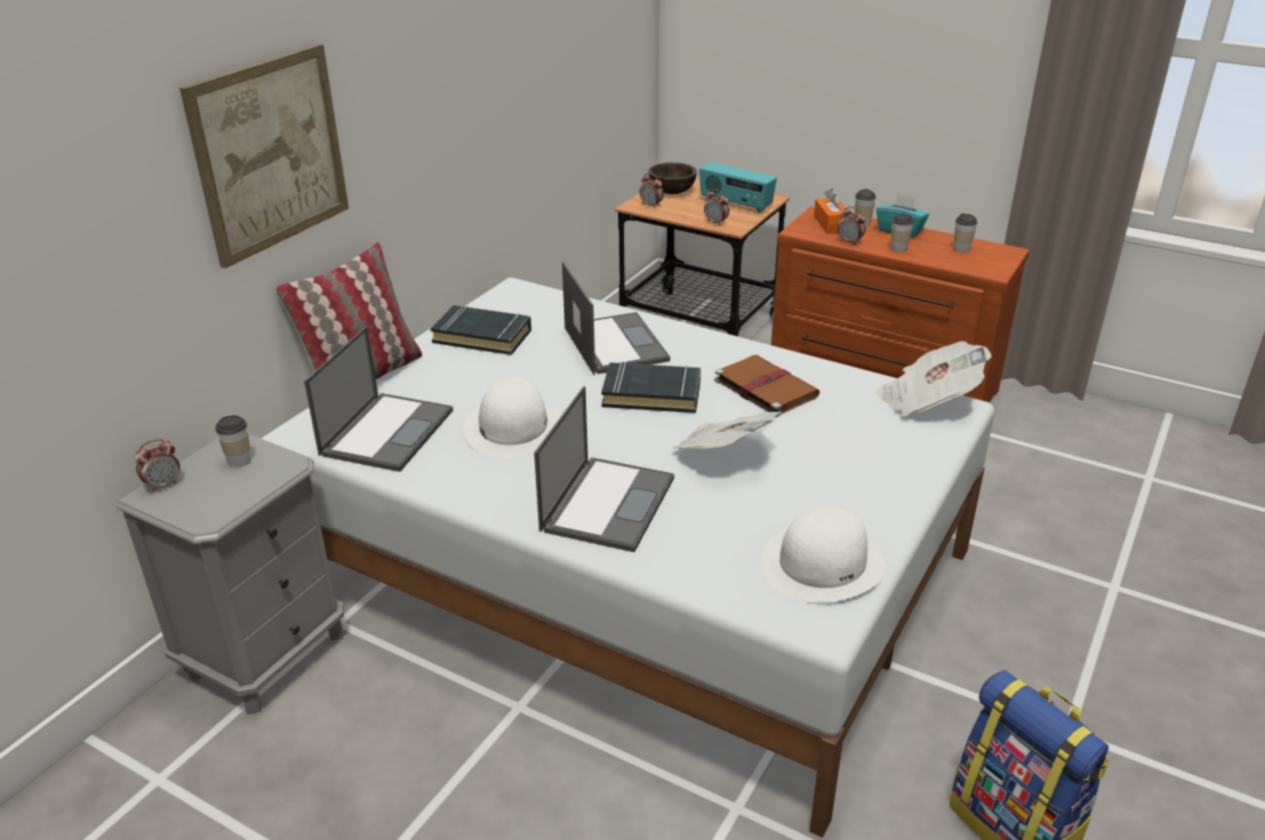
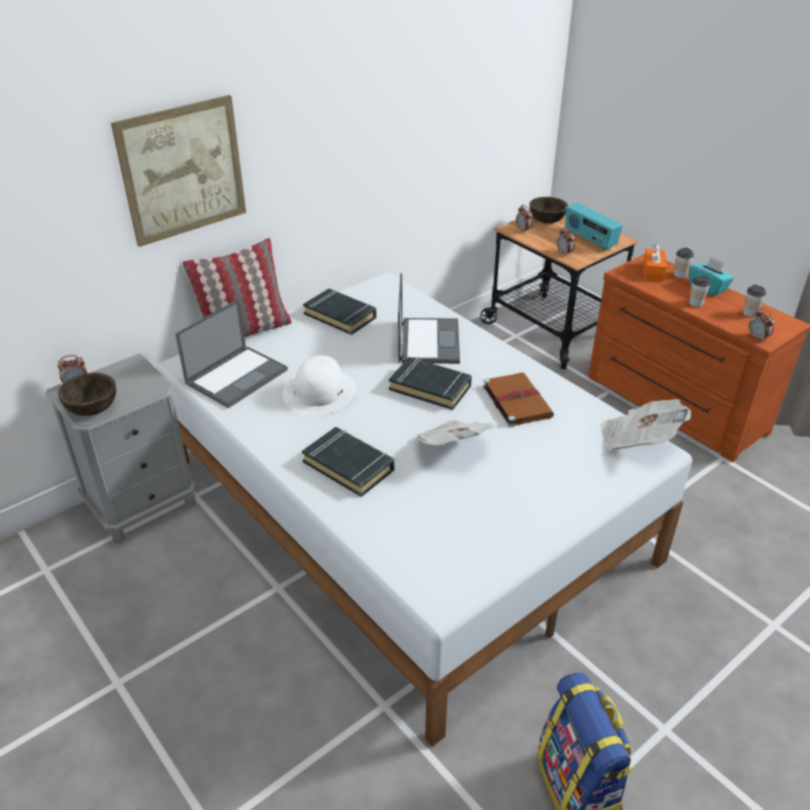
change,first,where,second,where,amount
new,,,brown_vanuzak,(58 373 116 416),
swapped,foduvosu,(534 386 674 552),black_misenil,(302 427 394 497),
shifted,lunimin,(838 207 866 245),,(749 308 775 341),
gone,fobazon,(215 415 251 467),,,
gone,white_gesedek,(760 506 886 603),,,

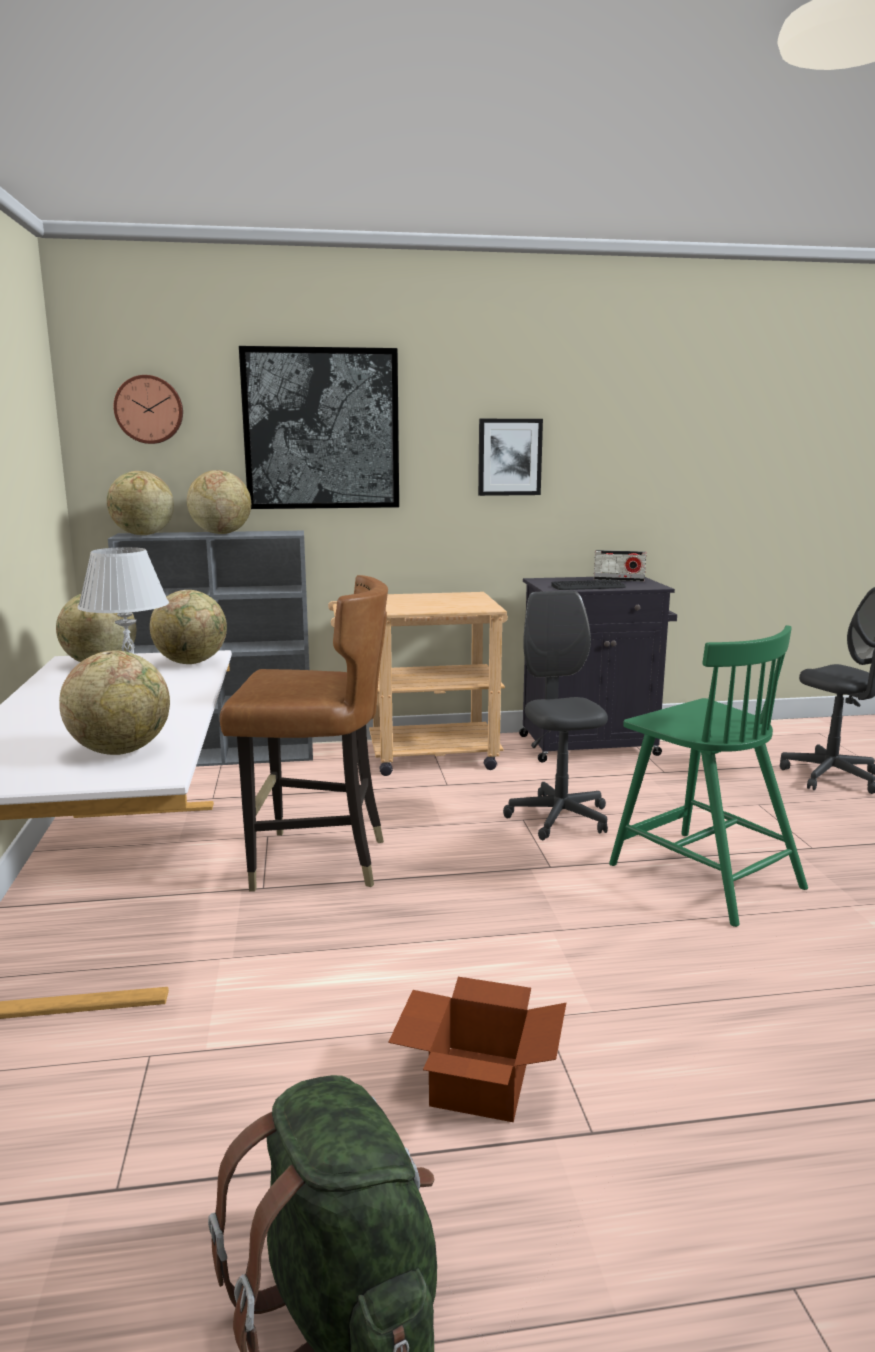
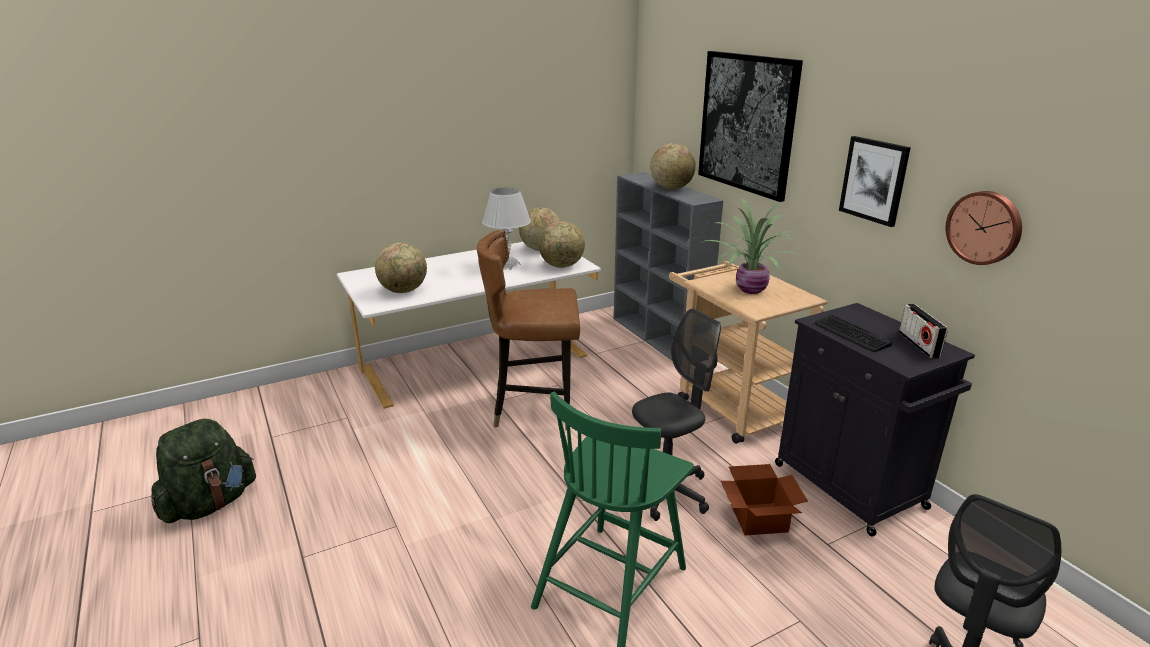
change,first,where,second,where,amount
rotated,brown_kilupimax,(220 575 388 891),,(477 230 580 430),105 degrees clockwise
new,,,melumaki,(702 199 801 294),
shifted,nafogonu,(388 977 566 1122),,(721 464 808 536),
shifted,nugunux,(114 375 183 444),,(946 191 1022 265),
gone,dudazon,(107 471 174 535),,,

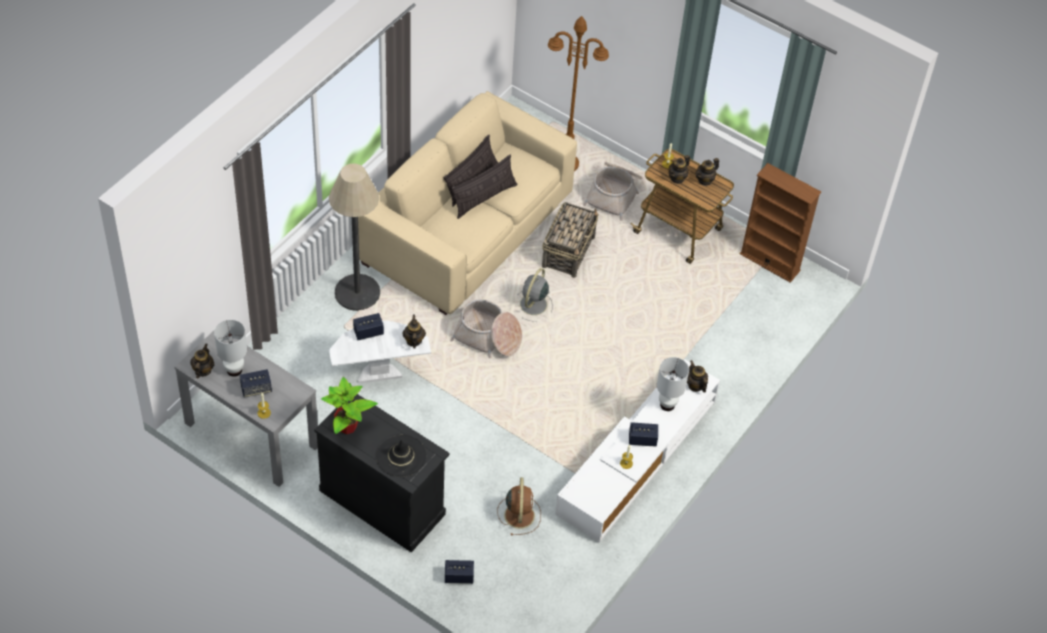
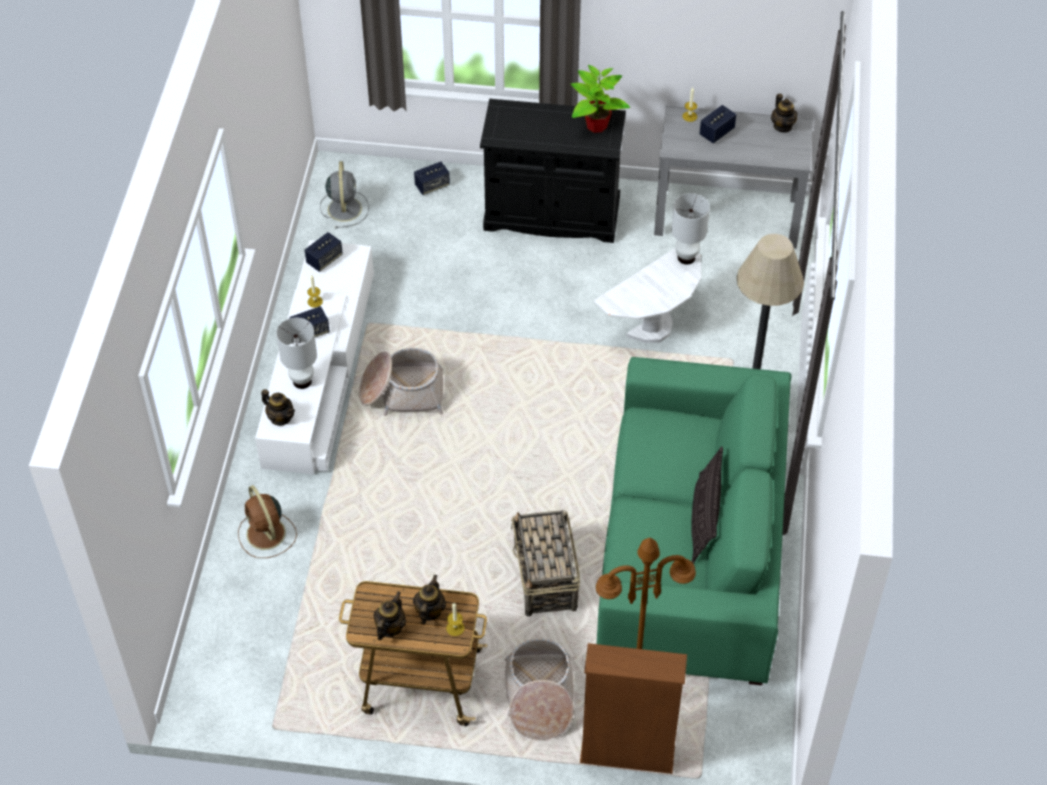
change,first,where,second,where,amount
shifted,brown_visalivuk,(497 477 541 536),,(238 485 297 558),
shifted,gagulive,(353 313 384 340),,(305 232 343 272),
shifted,grey_visalivuk,(519 268 553 322),,(320 161 369 229),
shifted,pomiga,(450 300 522 358),,(359 348 443 416),
shifted,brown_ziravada,(739 163 821 283),,(580 643 687 774),
repainted,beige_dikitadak,(358 91 577 315),green_dikitadak,(597 357 791 685),
shifted,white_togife,(214 320 247 377),,(672 193 710 265),
gone,black_gesedek,(375 434 427 477),,,
gone,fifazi,(402 315 426 348),,,
gone,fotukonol,(451 154 518 219),,,

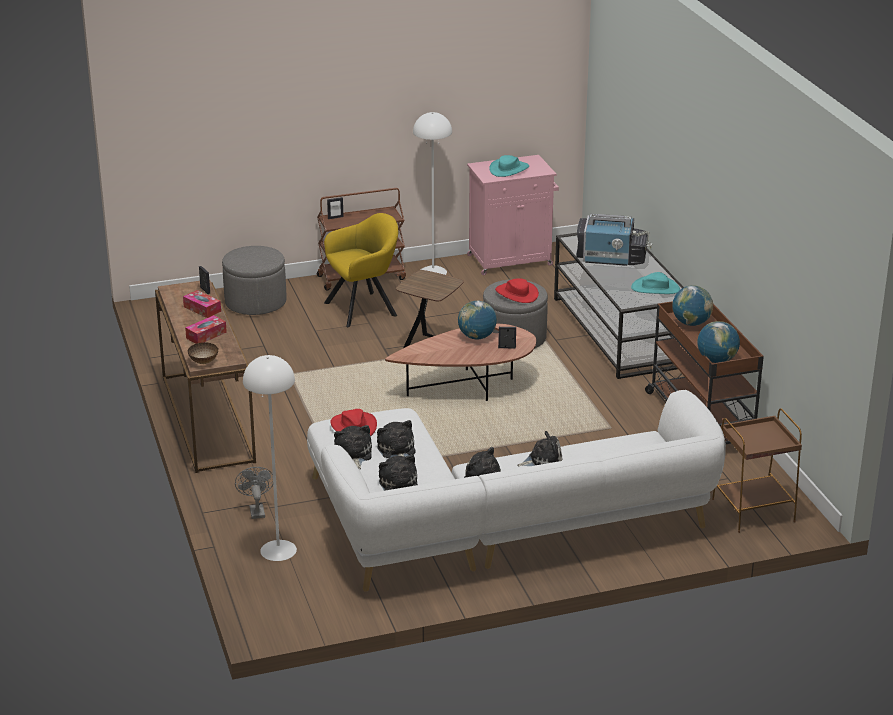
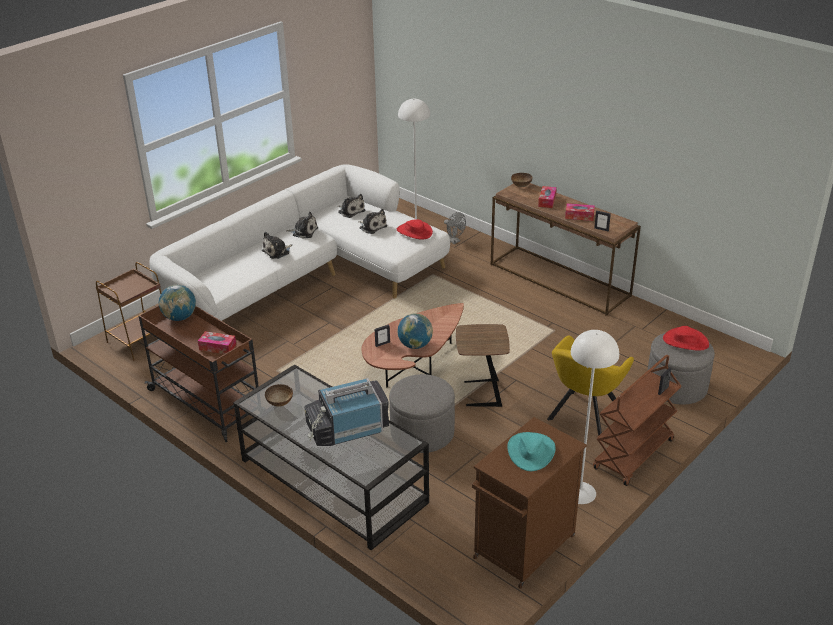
change,first,where,second,where,amount
swapped,dudazon,(672 285 713 326),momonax,(198 331 236 354),
swapped,turquoise_gesedek,(631 272 680 294),vanuzak,(265 384 293 407),
repainted,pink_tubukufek,(467 155 559 275),brown_tubukufek,(472 417 587 589),
shifted,red_gesedek,(495 278 539 303),,(663 326 709 351),
gone,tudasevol,(334 425 372 469),,,

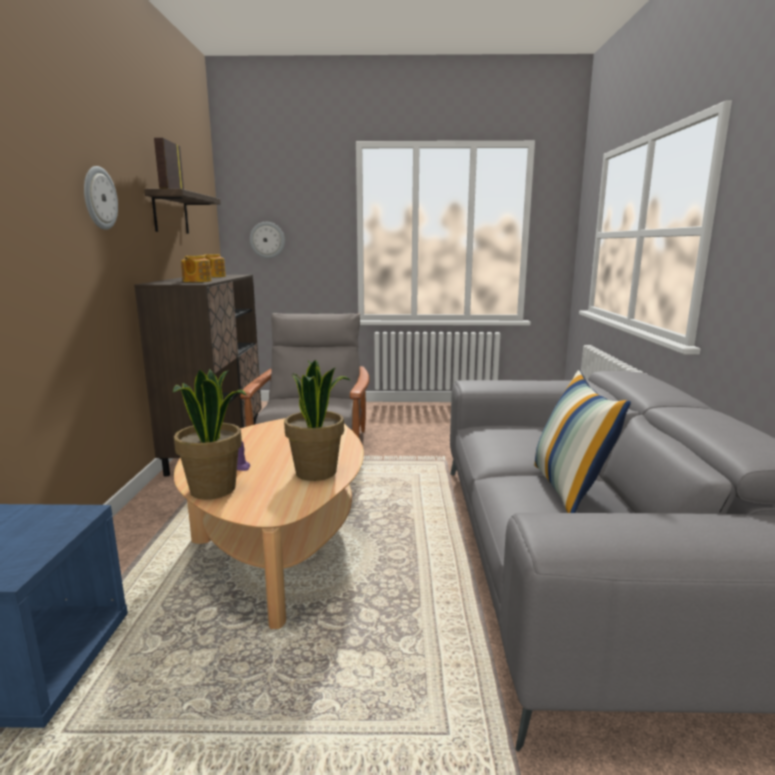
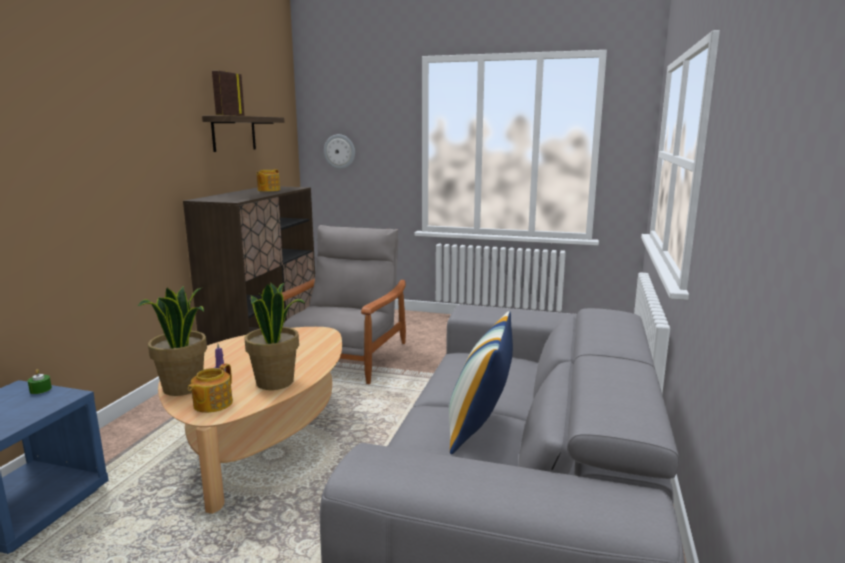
change,first,where,second,where,amount
new,,,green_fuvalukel,(28 369 52 394),
shifted,fifazi,(181 255 212 282),,(188 363 233 413),
gone,nugunux,(84 166 118 230),,,

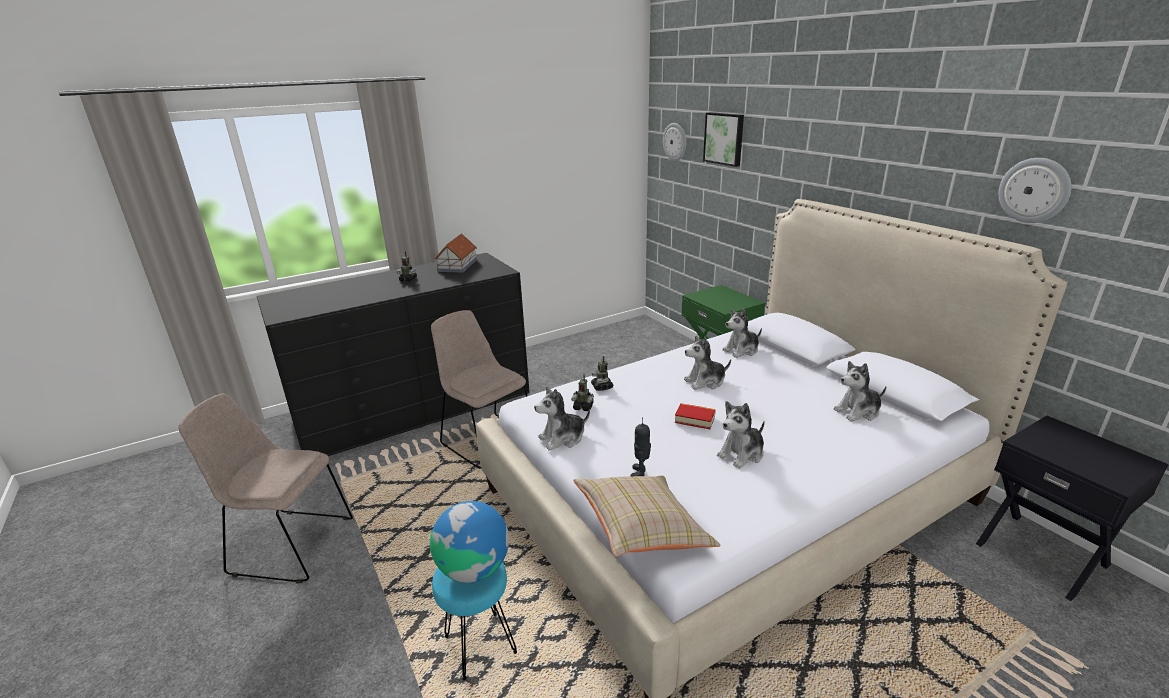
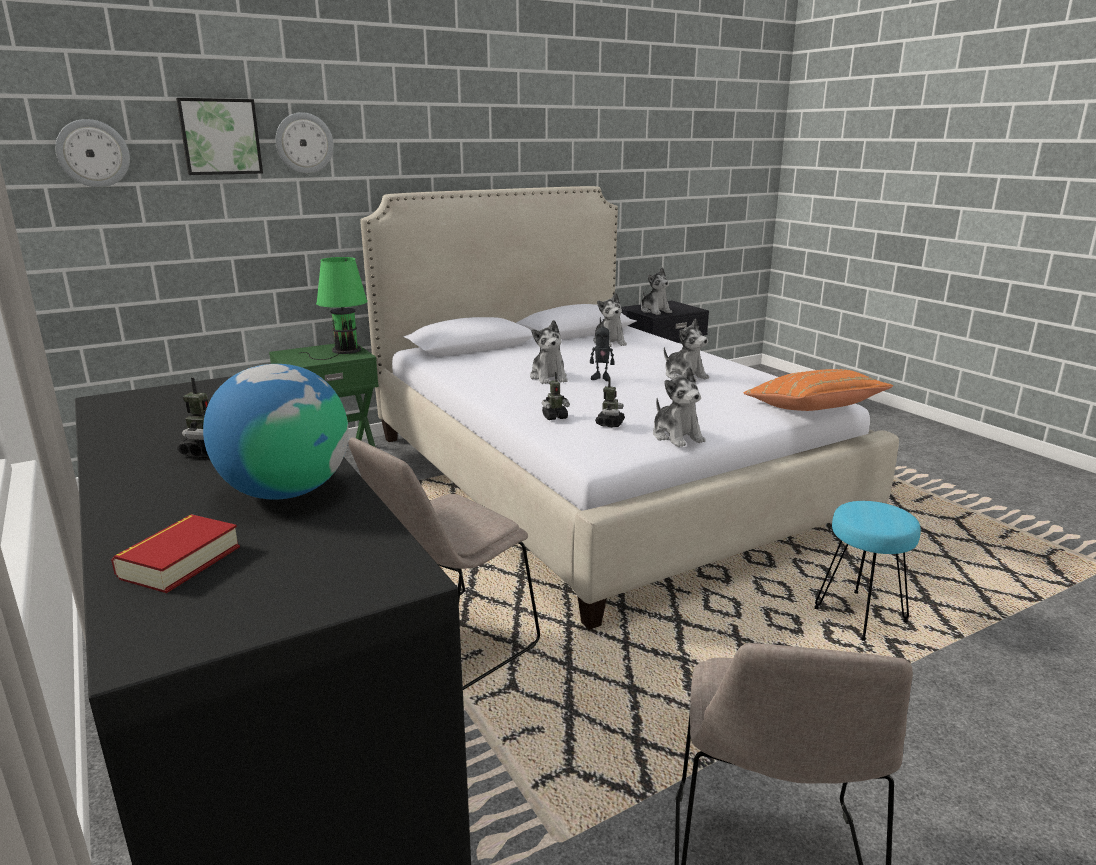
change,first,where,second,where,amount
shifted,misenil,(675 403 716 429),,(111 514 240 593),
shifted,dudazon,(430 501 509 583),,(203 364 349 500),
shifted,nugunux,(998 158 1071 223),,(275 112 334 174),
new,,,green_togife,(301 257 368 360),
shifted,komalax,(630 417 651 477),,(590 319 614 381),
shifted,tudasevol,(722 309 762 358),,(641 267 672 315),
repainted,beige_fotukonol,(573 475 720 557),orange_fotukonol,(744 369 893 411),
gone,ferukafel,(434 233 477 273),,,

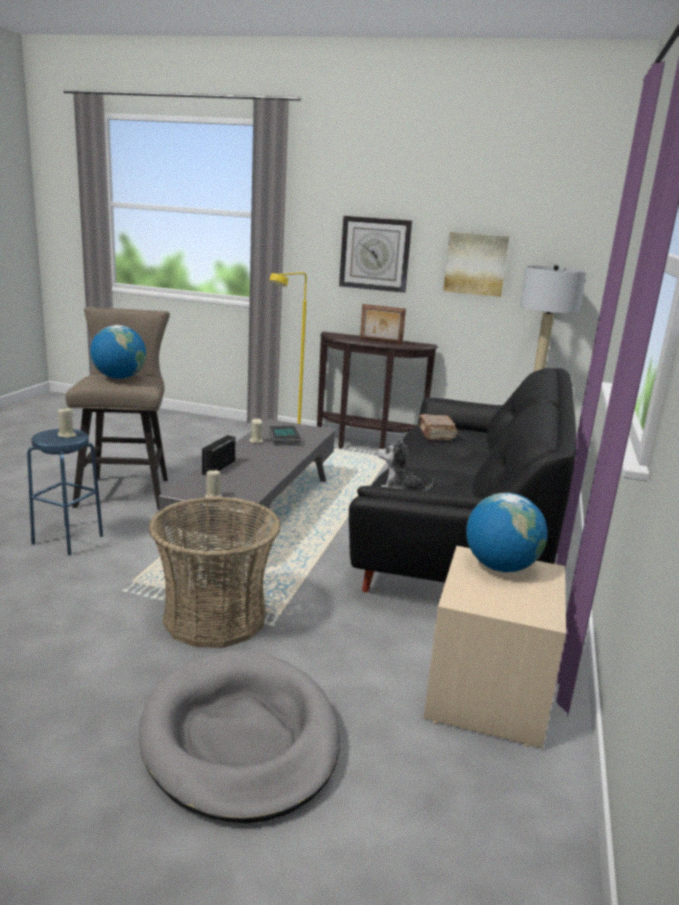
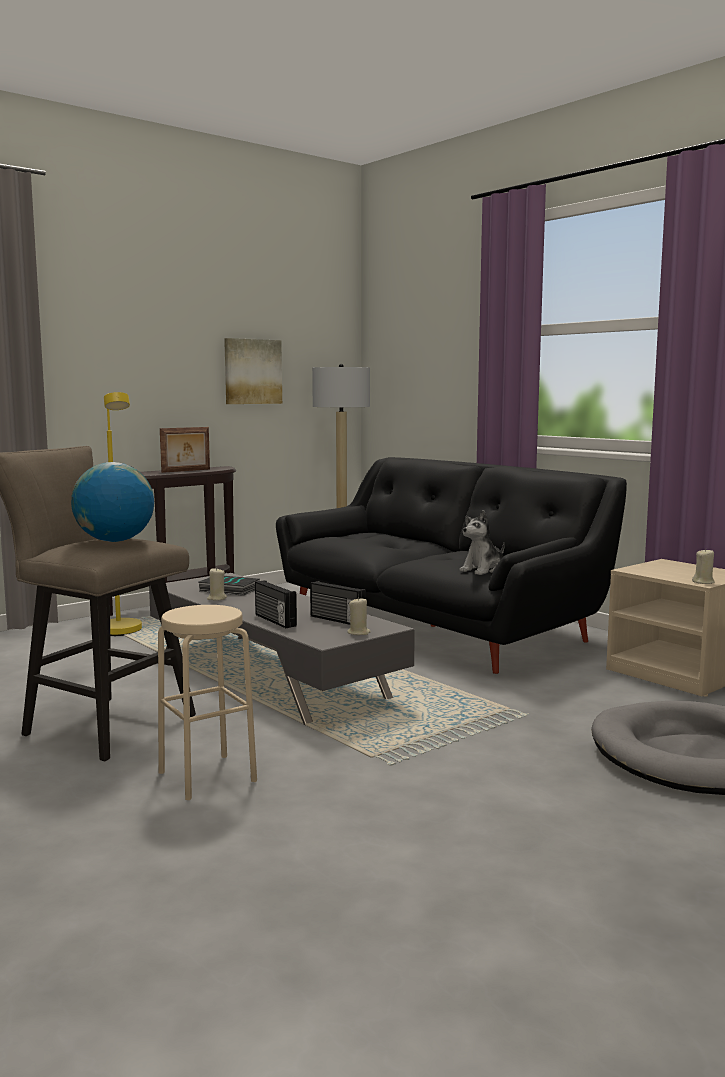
change,first,where,second,where,amount
repainted,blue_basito,(27 429 103 556),beige_basito,(158 605 257 800),
new,,,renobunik,(310 581 366 625),
shifted,beige_fuvalukel,(58 408 77 438),,(692 549 714 584),
gone,pomiga,(148 496 281 648),,,
gone,nugunux,(339 216 412 293),,,
gone,brown_misenil,(419 414 457 441),,,
gone,dudazon,(466 493 548 572),,,

